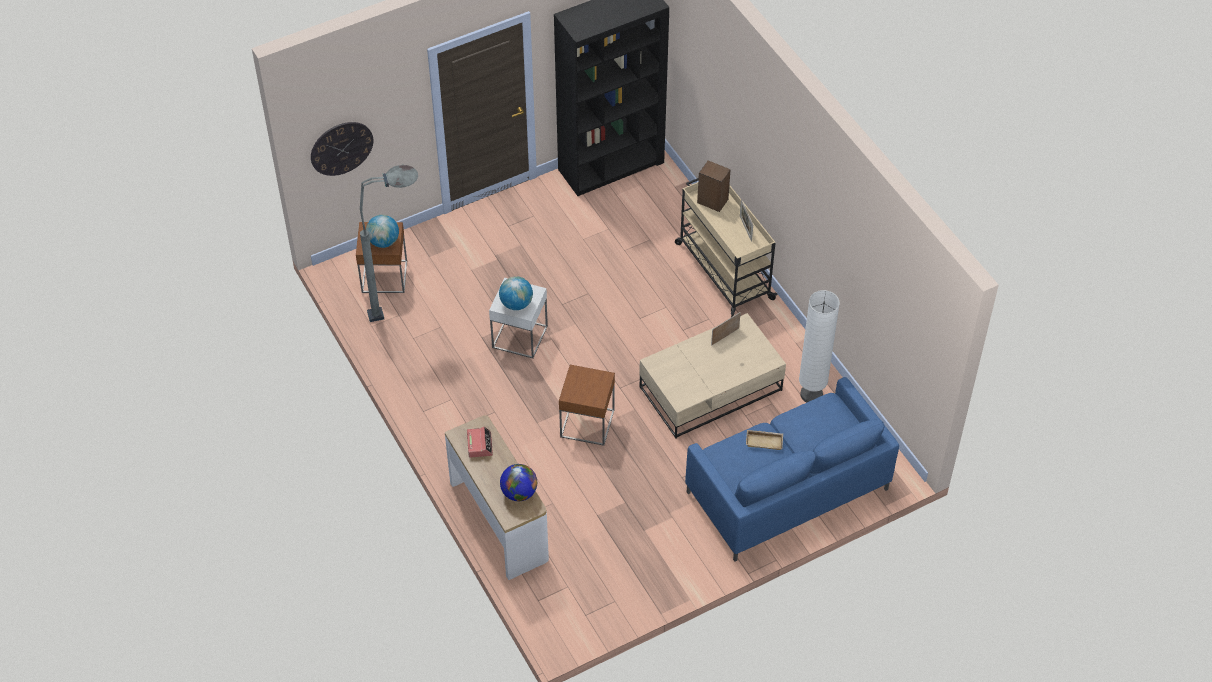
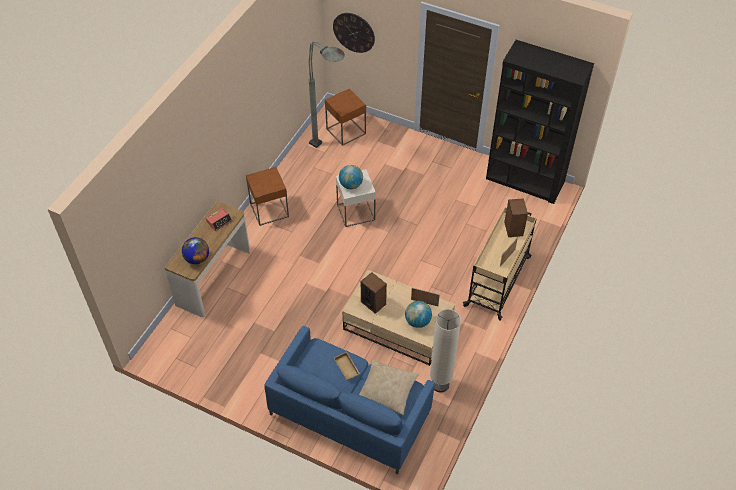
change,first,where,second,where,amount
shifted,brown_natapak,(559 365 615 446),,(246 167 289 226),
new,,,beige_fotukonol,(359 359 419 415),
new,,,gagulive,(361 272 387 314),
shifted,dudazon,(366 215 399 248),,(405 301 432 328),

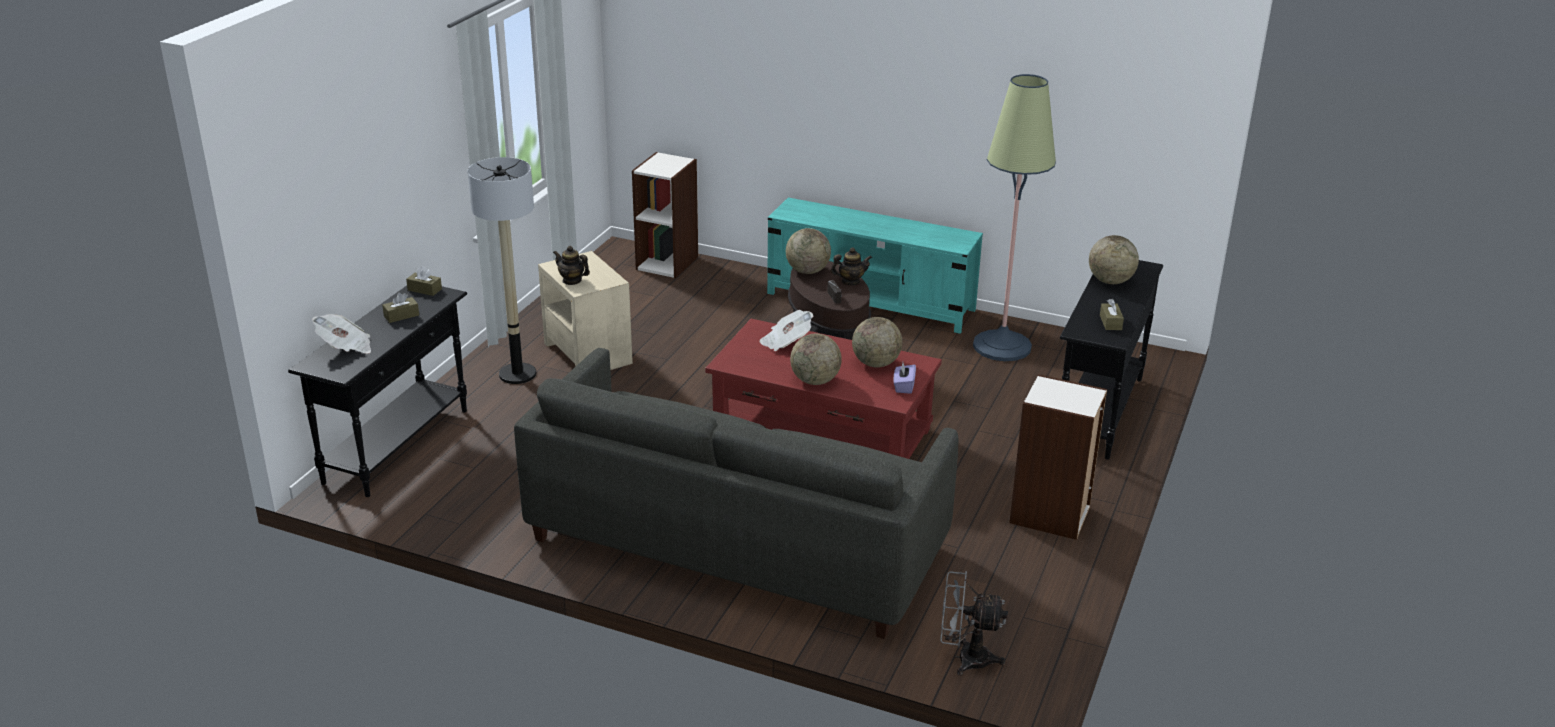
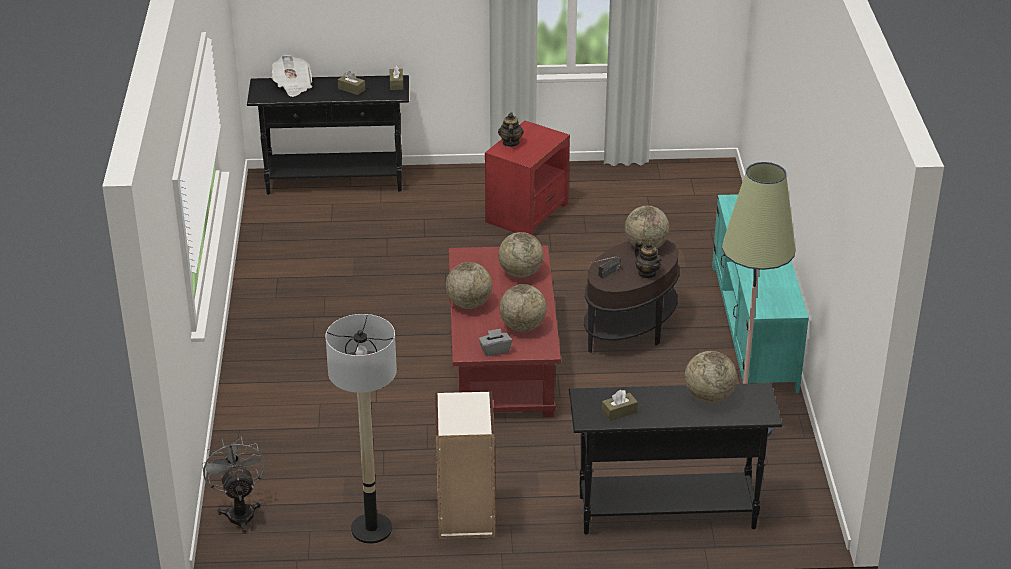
change,first,where,second,where,amount
shifted,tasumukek,(467 157 536 384),,(325 314 397 544),
repainted,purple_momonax,(893 363 916 394),grey_momonax,(479 329 512 356),
repainted,beige_natapak,(538 251 633 370),red_natapak,(485 121 570 235),
swapped,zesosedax,(760 310 814 351),dudazon,(498 232 544 278),
gone,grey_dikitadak,(514 348 959 639),,,
gone,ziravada,(632 152 698 278),,,

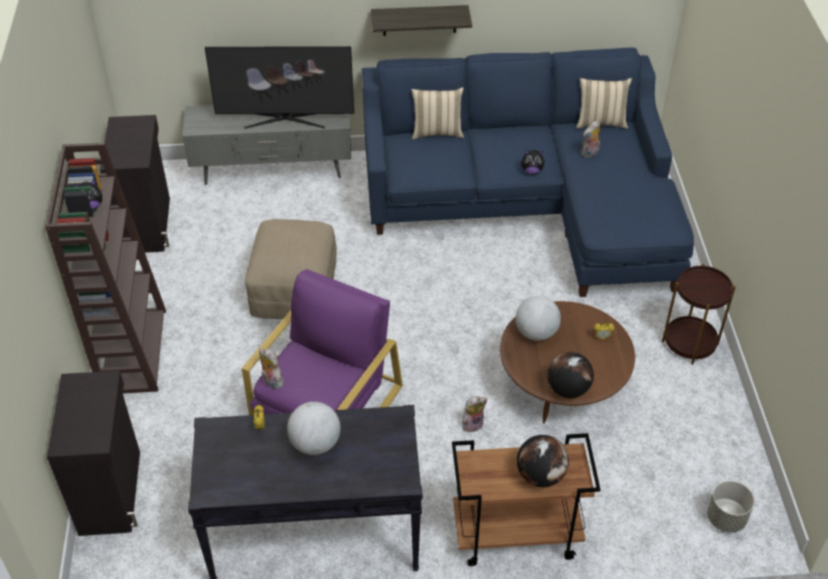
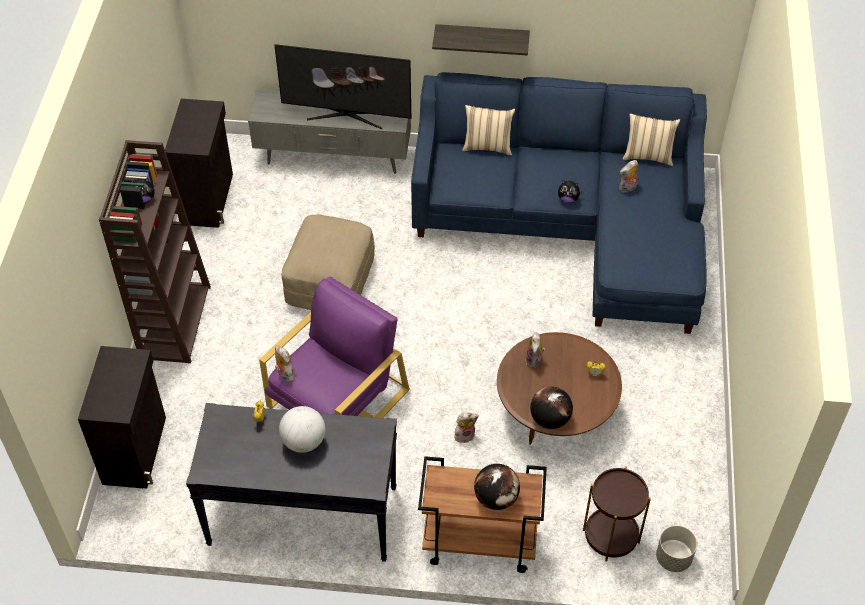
change,first,where,second,where,amount
swapped,dudazon,(516 296 561 341),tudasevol,(525 332 545 368),
shifted,brown_natapak,(662 264 736 364),,(583 467 651 561),

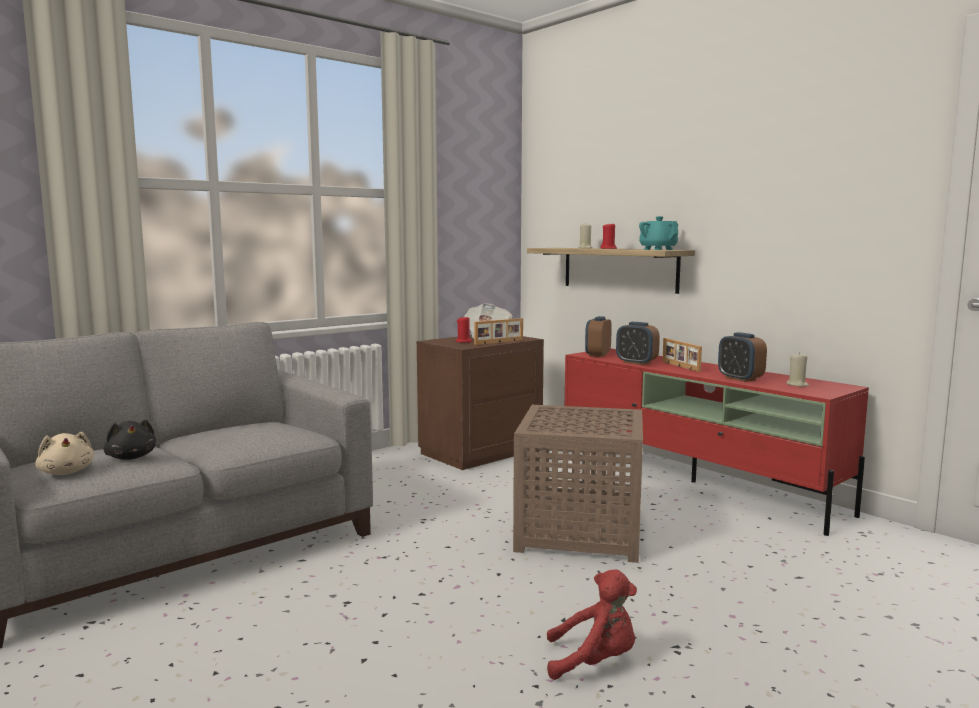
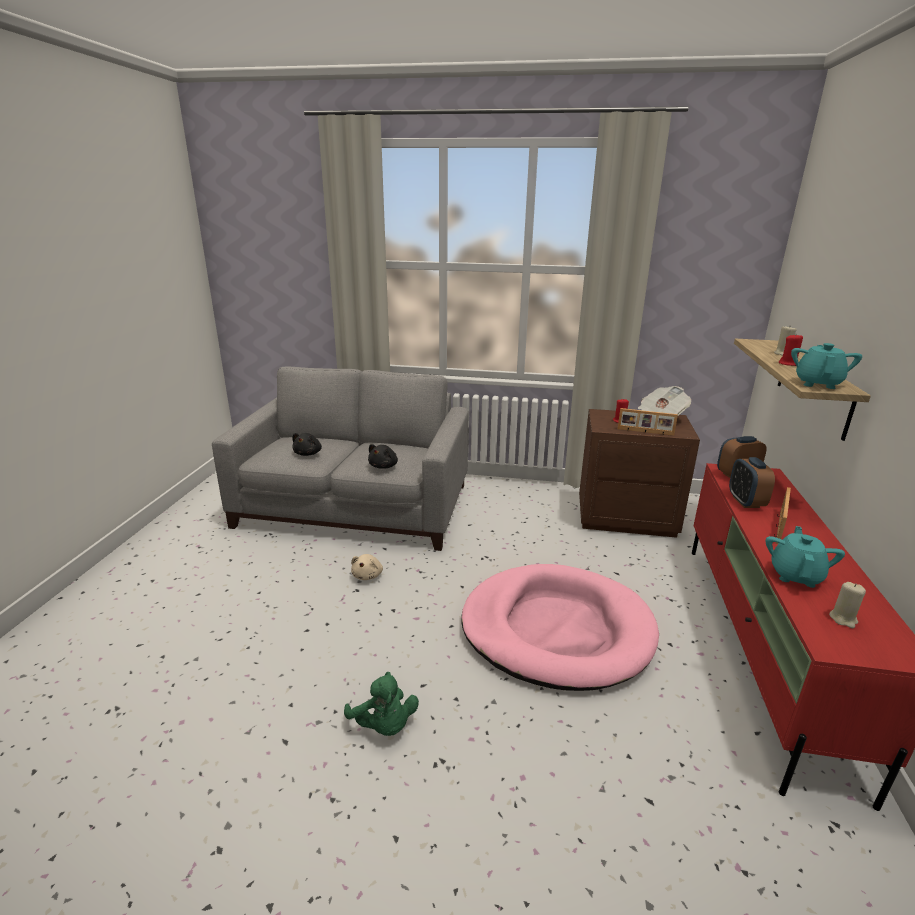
change,first,where,second,where,amount
repainted,red_tudasevol,(547 570 637 680),green_tudasevol,(344 672 419 736),
shifted,beige_tudasevol,(35 432 94 475),,(351 554 383 580),
new,,,black_tudasevol,(368 444 398 469),
swapped,brown_natapak,(513 405 643 563),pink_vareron,(461 564 659 691),
swapped,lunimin,(718 332 767 382),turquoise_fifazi,(766 526 845 588),

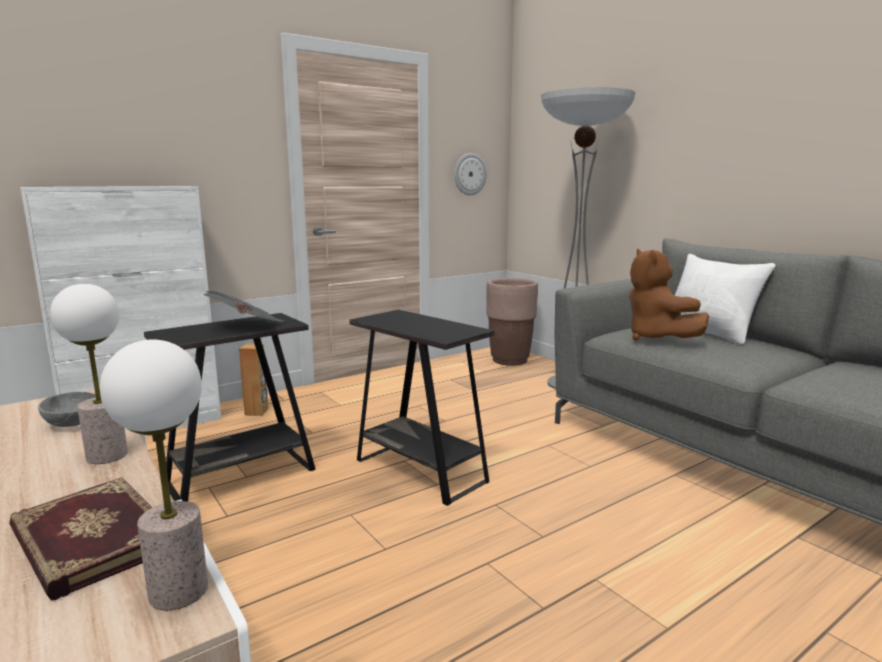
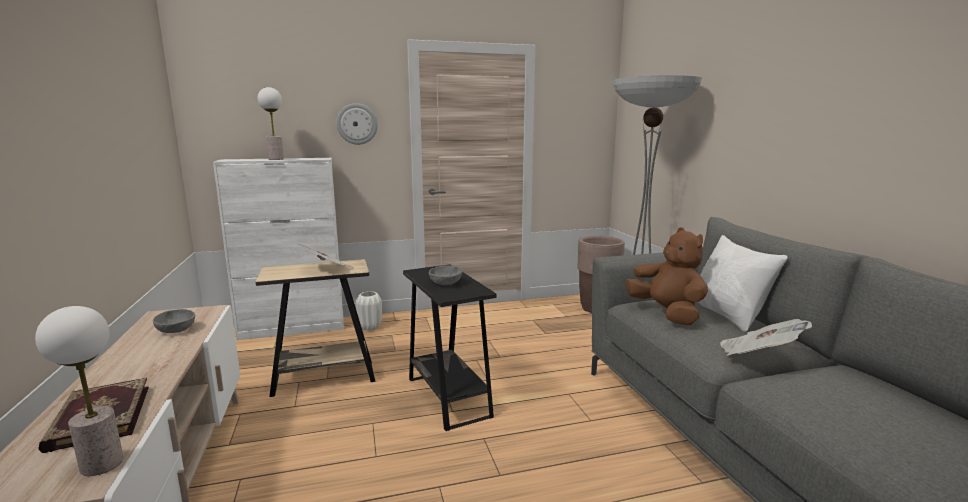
change,first,where,second,where,amount
repainted,black_natapak,(144 313 316 501),beige_natapak,(256 259 376 397),
shifted,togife,(50 284 128 464),,(258 87 284 160),
shifted,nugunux,(454 153 487 195),,(336 103 378 145),
swapped,brown_gagulive,(239 344 269 416),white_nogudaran,(356 291 382 331),
new,,,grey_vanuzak,(429 265 463 285),
rotated,brown_tudasevol,(630 249 709 341),,(626 227 708 325),150 degrees clockwise
new,,,zesosedax,(720 319 812 356),

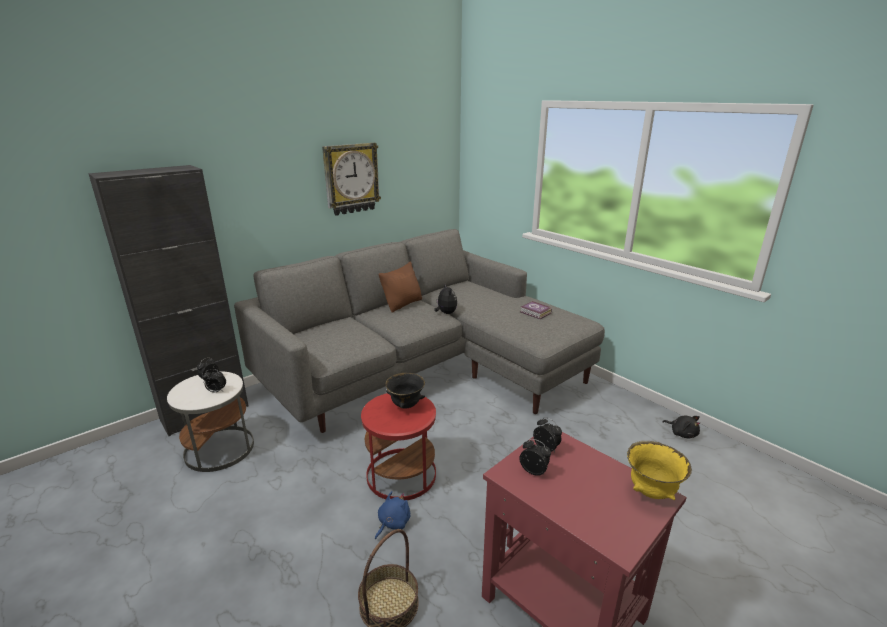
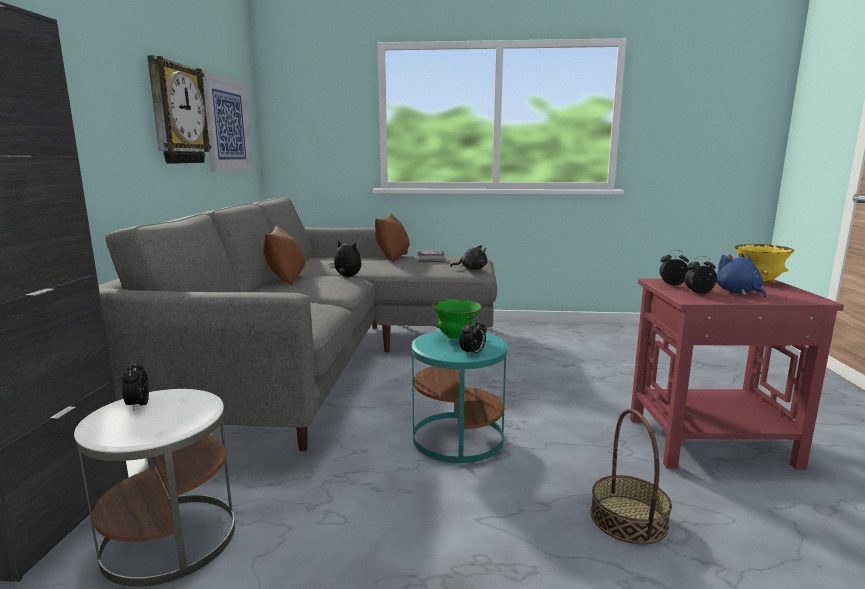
change,first,where,second,where,amount
new,,,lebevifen,(202 71 253 172),
new,,,brown_fotukonol,(375 213 410 262),
repainted,red_natapak,(361 393 436 500),turquoise_natapak,(411 331 508 463),
repainted,black_vanuzak,(386 373 425 409),green_vanuzak,(432 299 482 339),
shifted,black_tudasevol,(663 416 700 438),,(450 245 487 270),
shifted,lunimin,(203 369 226 392),,(460 317 486 356),
shifted,blue_tudasevol,(375 491 410 540),,(716 253 766 298),

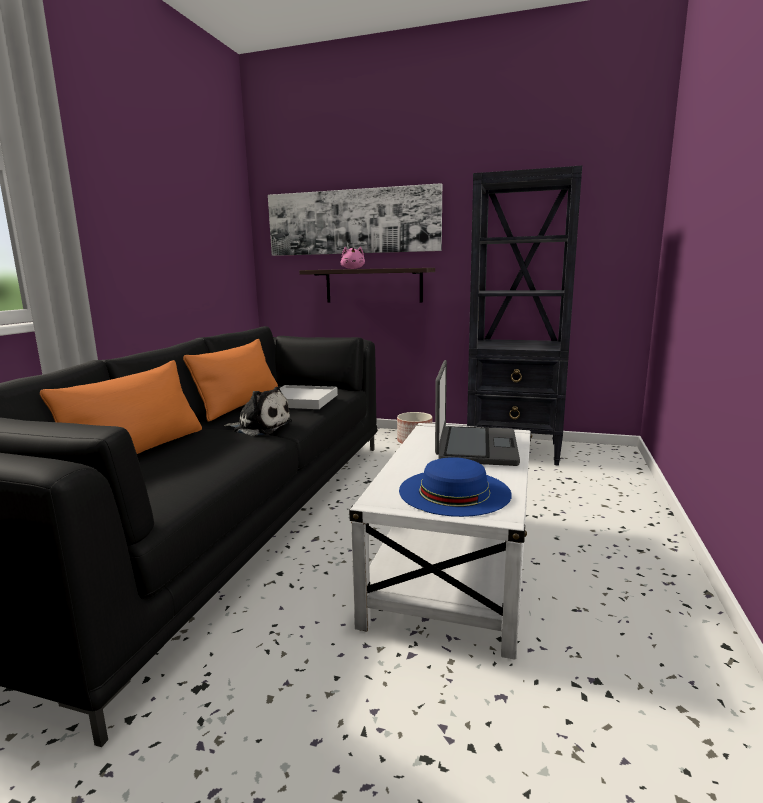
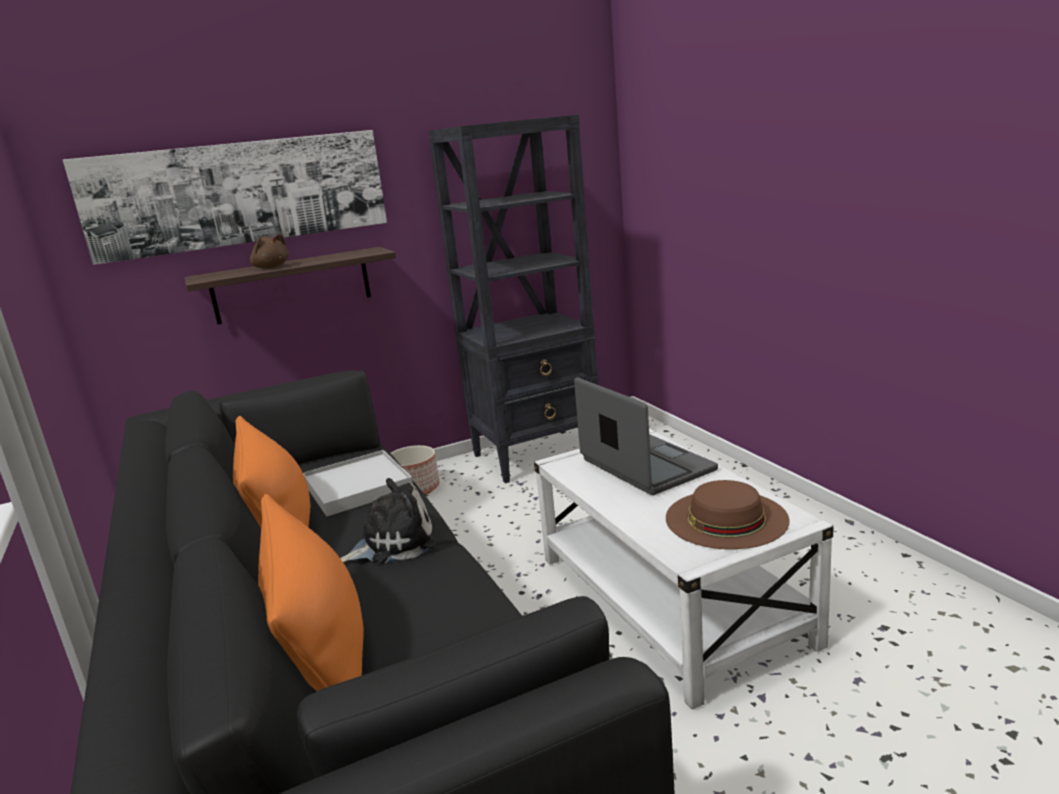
change,first,where,second,where,amount
repainted,pink_tudasevol,(340 246 365 269),brown_tudasevol,(250 233 289 268),
repainted,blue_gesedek,(399 457 512 517),brown_gesedek,(666 480 789 549),

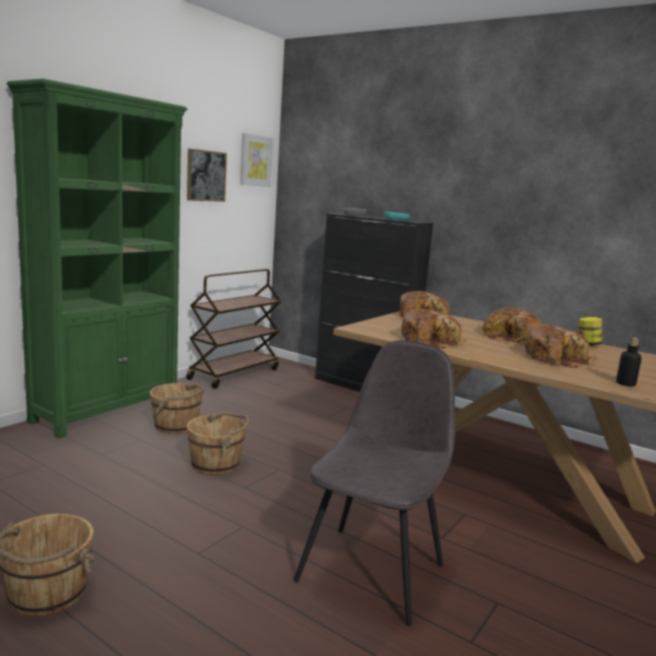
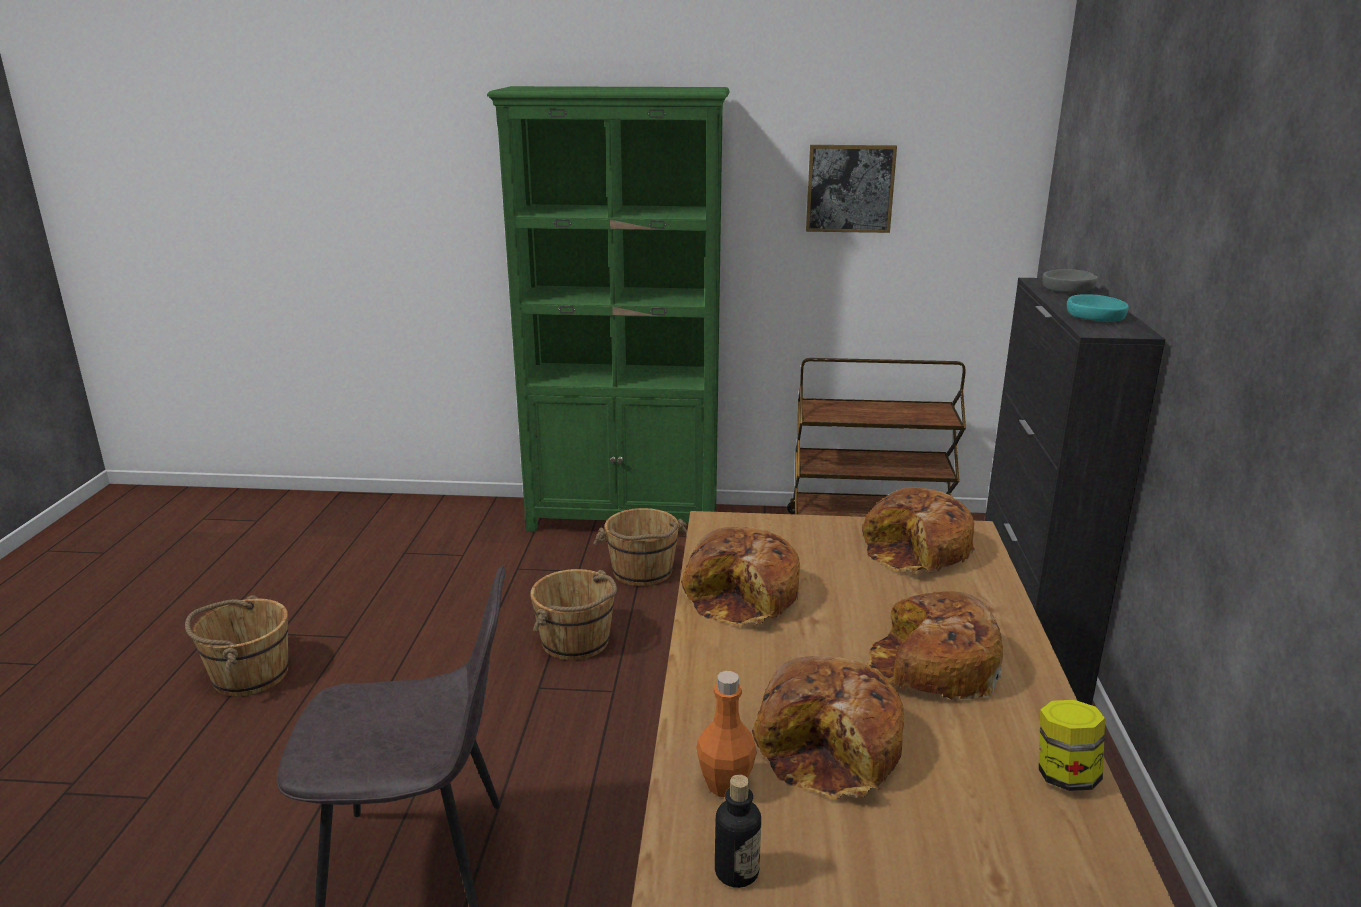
change,first,where,second,where,amount
new,,,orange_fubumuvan,(696 671 757 797),
gone,lebevifen,(240 133 273 187),,,

